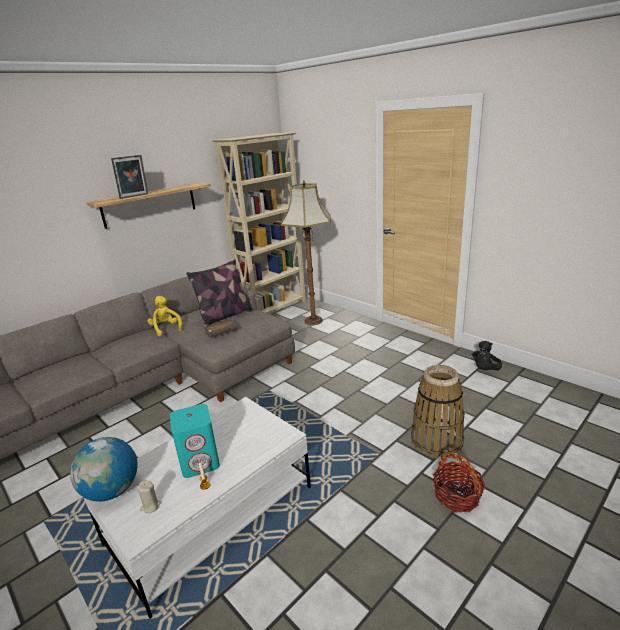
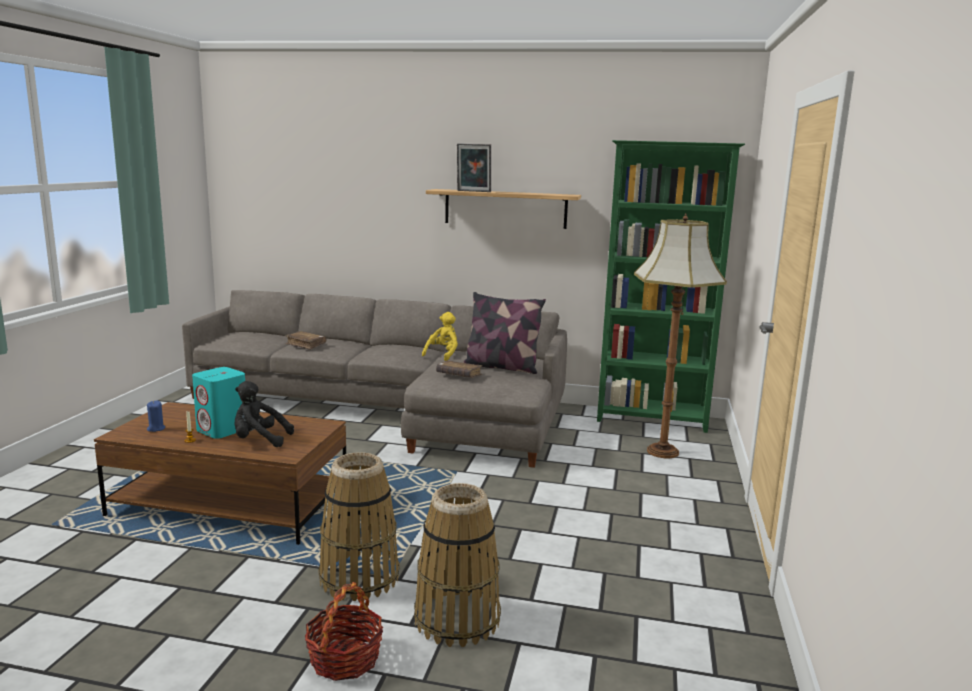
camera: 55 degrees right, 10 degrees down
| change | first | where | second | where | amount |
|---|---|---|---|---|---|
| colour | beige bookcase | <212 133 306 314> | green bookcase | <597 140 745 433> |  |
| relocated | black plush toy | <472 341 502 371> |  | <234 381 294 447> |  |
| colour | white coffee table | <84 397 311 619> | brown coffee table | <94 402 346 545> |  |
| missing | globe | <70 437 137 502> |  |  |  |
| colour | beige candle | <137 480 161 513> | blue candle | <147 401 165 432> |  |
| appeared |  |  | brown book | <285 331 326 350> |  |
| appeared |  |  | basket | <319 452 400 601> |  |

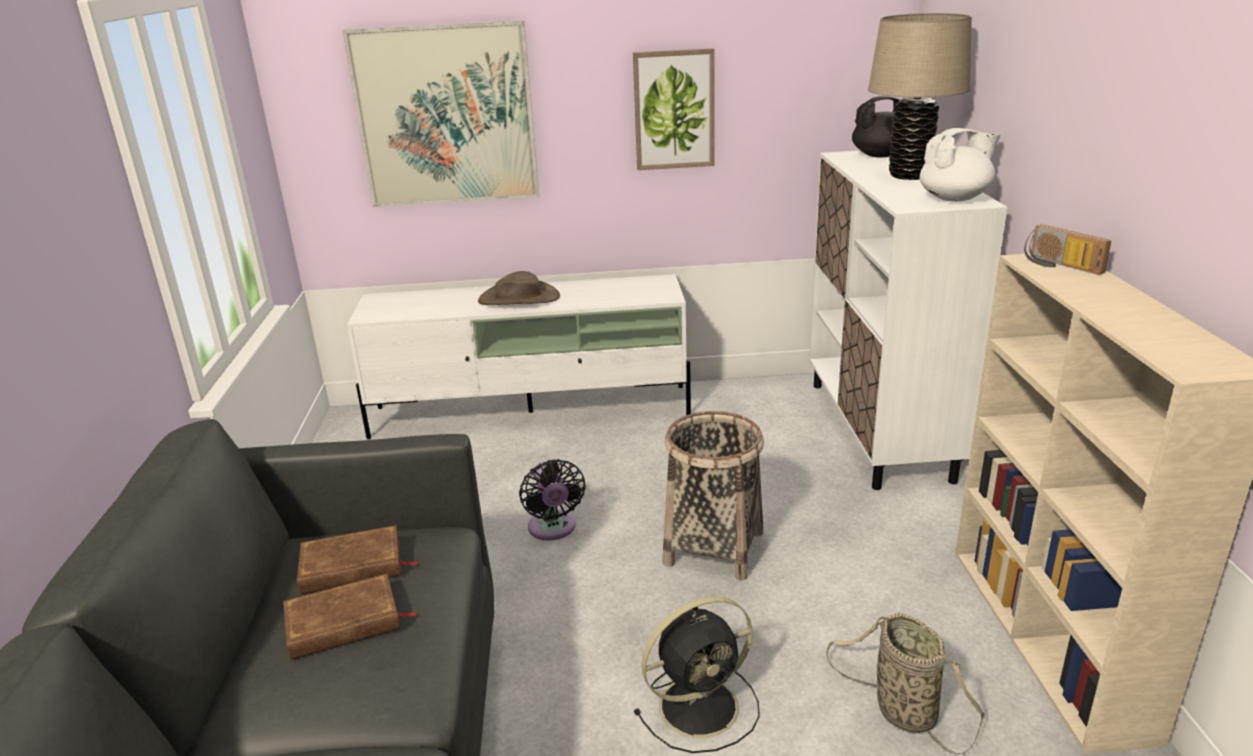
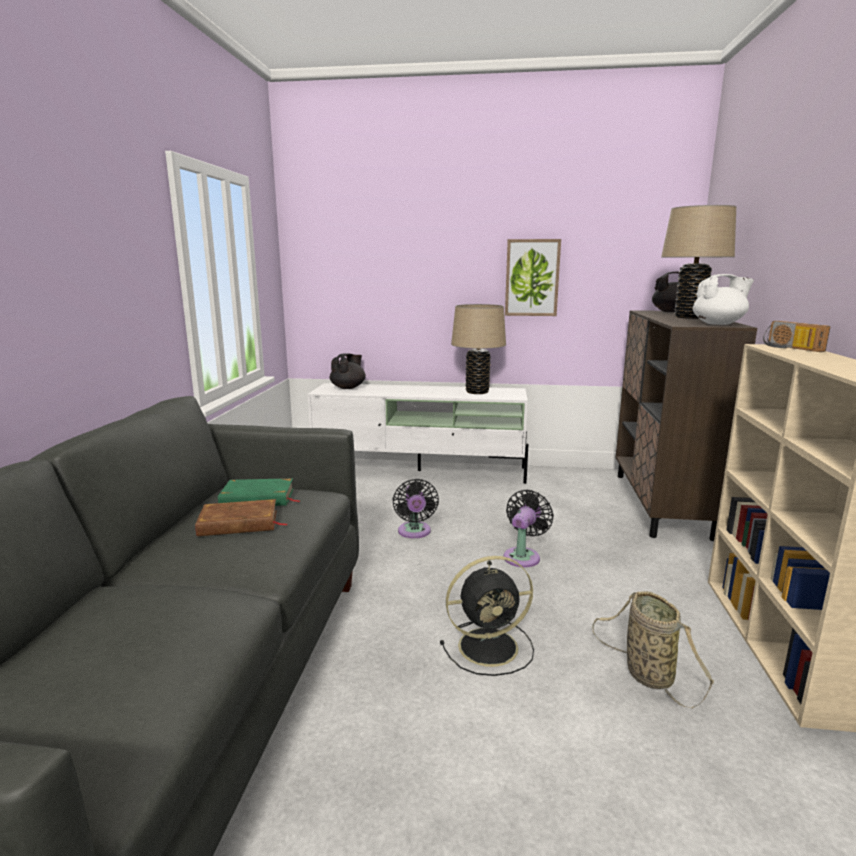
camera: 10 degrees right, 10 degrees down
| change | first | where | second | where | amount |
|---|---|---|---|---|---|
| missing | picture | <342 20 539 207> |  |  |  |
| colour | white cabinet | <809 151 1008 490> | brown cabinet | <616 310 757 541> |  |
| missing | brown hat | <478 271 560 305> |  |  |  |
| exchanged | basket | <663 411 764 580> | black fan | <504 490 554 567> |  |
| colour | brown book | <297 525 418 595> | green book | <218 478 300 506> |  |
| appeared |  |  | beige table lamp | <451 304 506 394> |  |
| appeared |  |  | black teapot | <330 353 366 389> |  |

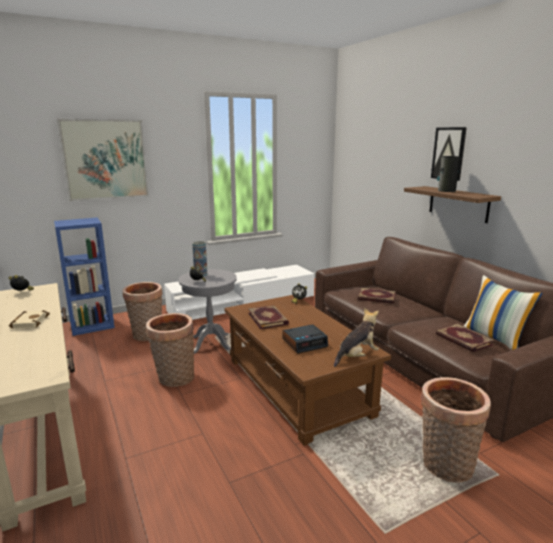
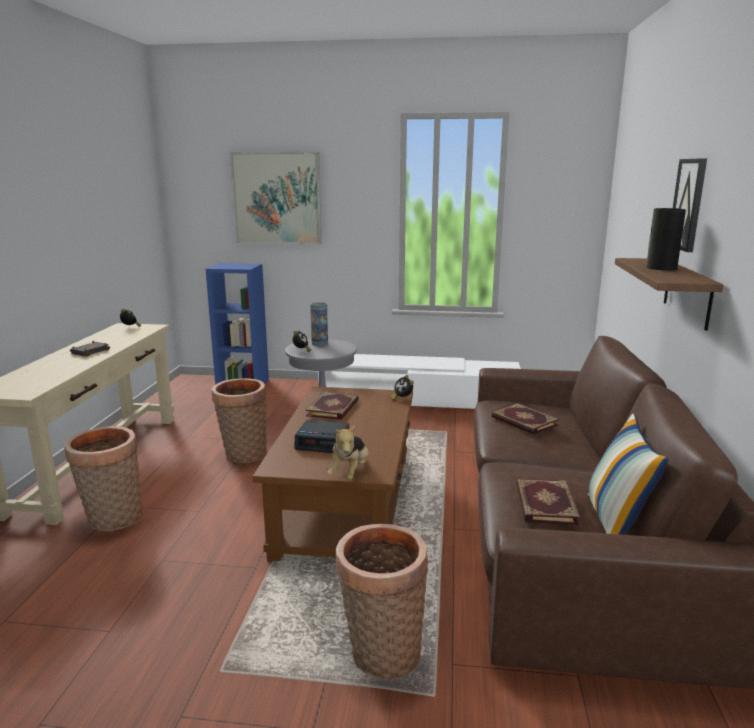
camera: 35 degrees right, 0 degrees up
| change | first | where | second | where | amount |
|---|---|---|---|---|---|
| relocated | basket | <122 282 162 341> |  | <64 426 142 531> |  |
| spun | plush toy | <334 308 379 367> |  | <327 425 369 480> | 105 degrees clockwise |
| colour | beige book | <9 310 50 329> | black book | <70 341 110 357> |  |

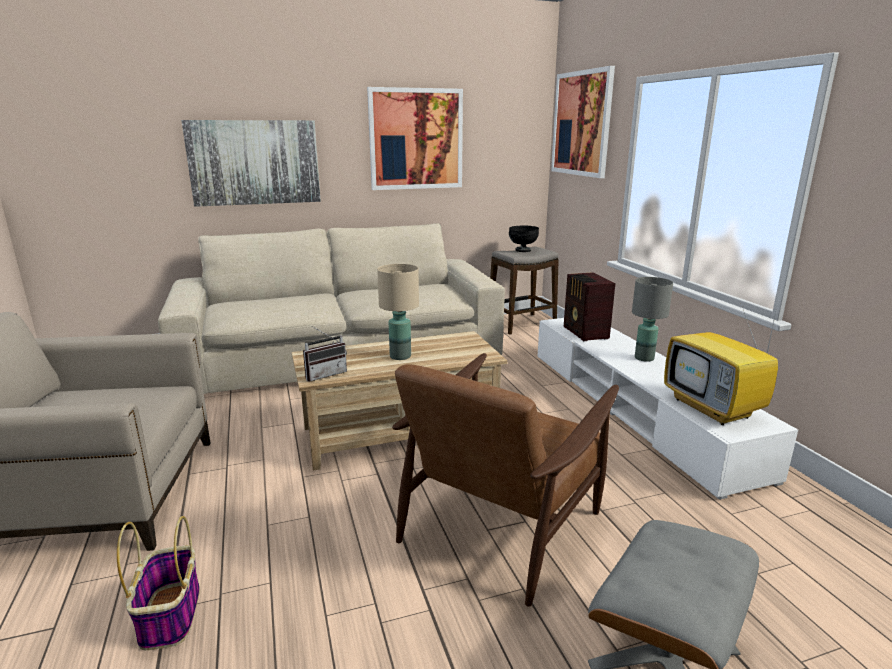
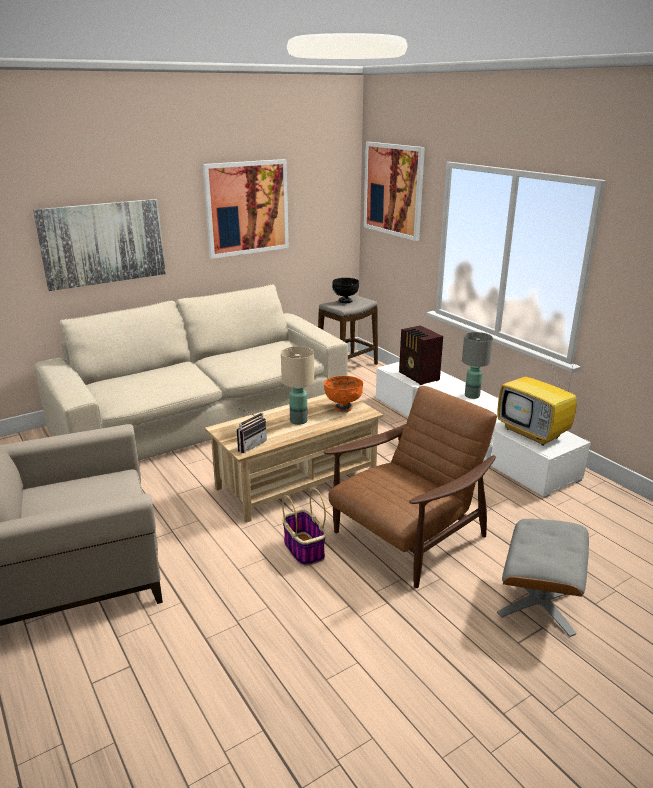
camera: 15 degrees left, 5 degrees up
| change | first | where | second | where | amount |
|---|---|---|---|---|---|
| spun | brown armchair | <392 353 619 607> |  | <323 386 497 588> | 150 degrees counterclockwise |
| relocated | basket | <117 516 200 650> |  | <282 488 326 566> |  |
| appeared |  |  | orange bowl | <324 376 363 412> |  |

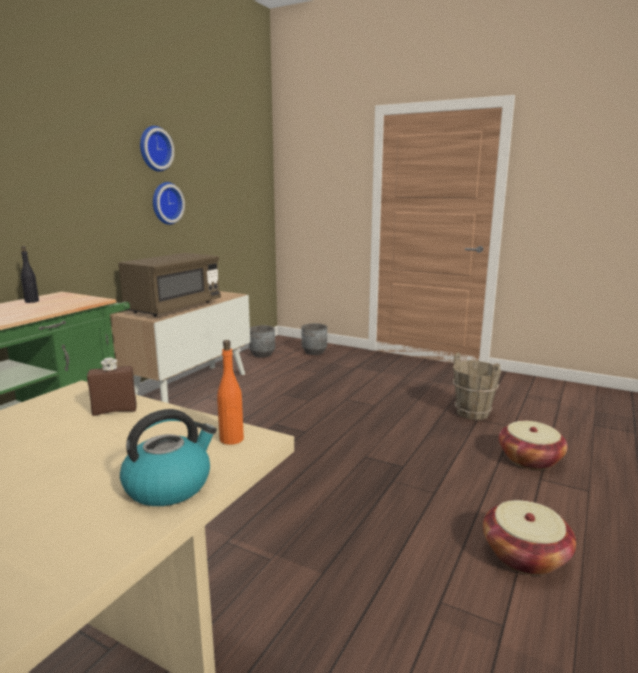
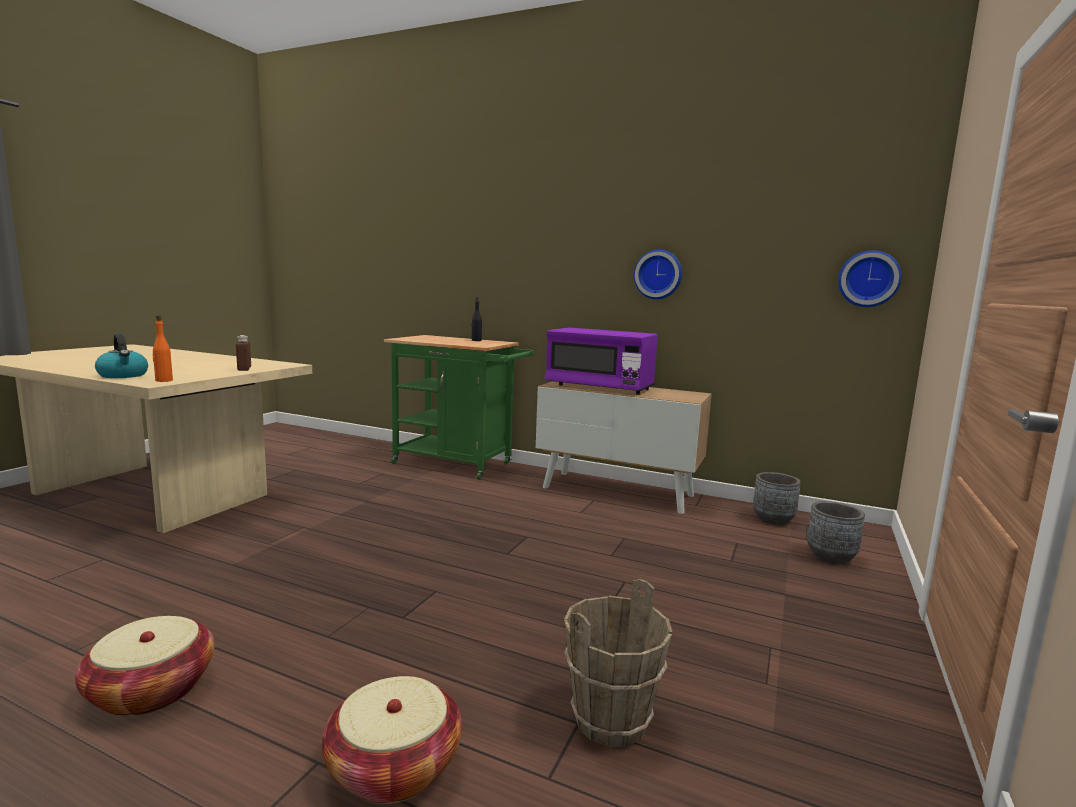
camera: 85 degrees right, 5 degrees down
| change | first | where | second | where | amount |
|---|---|---|---|---|---|
| relocated | wall clock | <140 126 174 172> |  | <838 250 902 307> |  |
| colour | brown microwave | <118 253 221 317> | purple microwave | <545 328 658 394> |  |

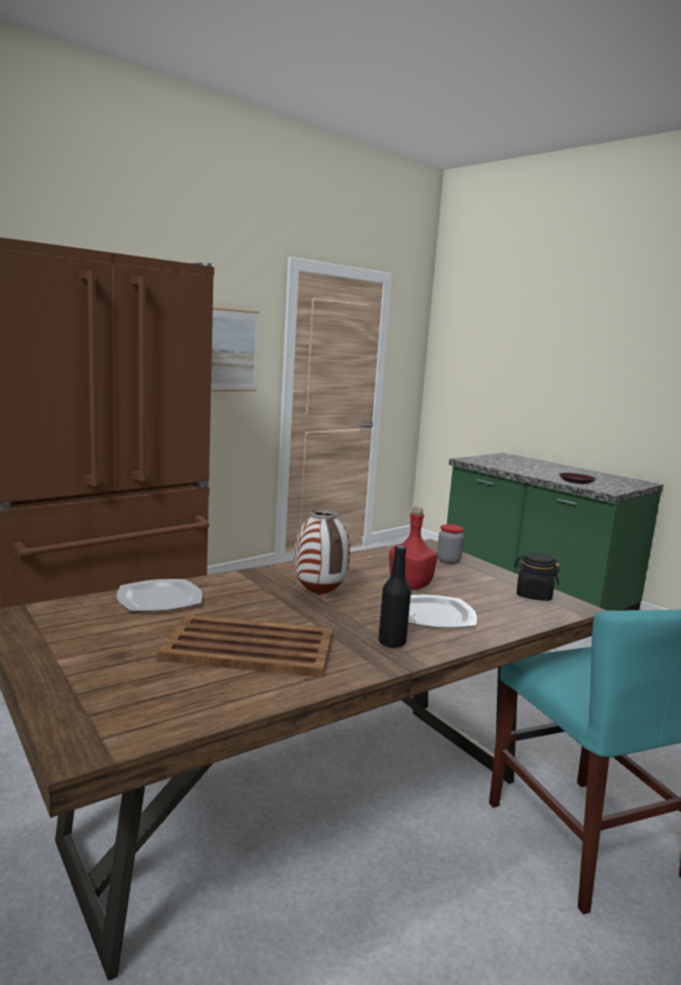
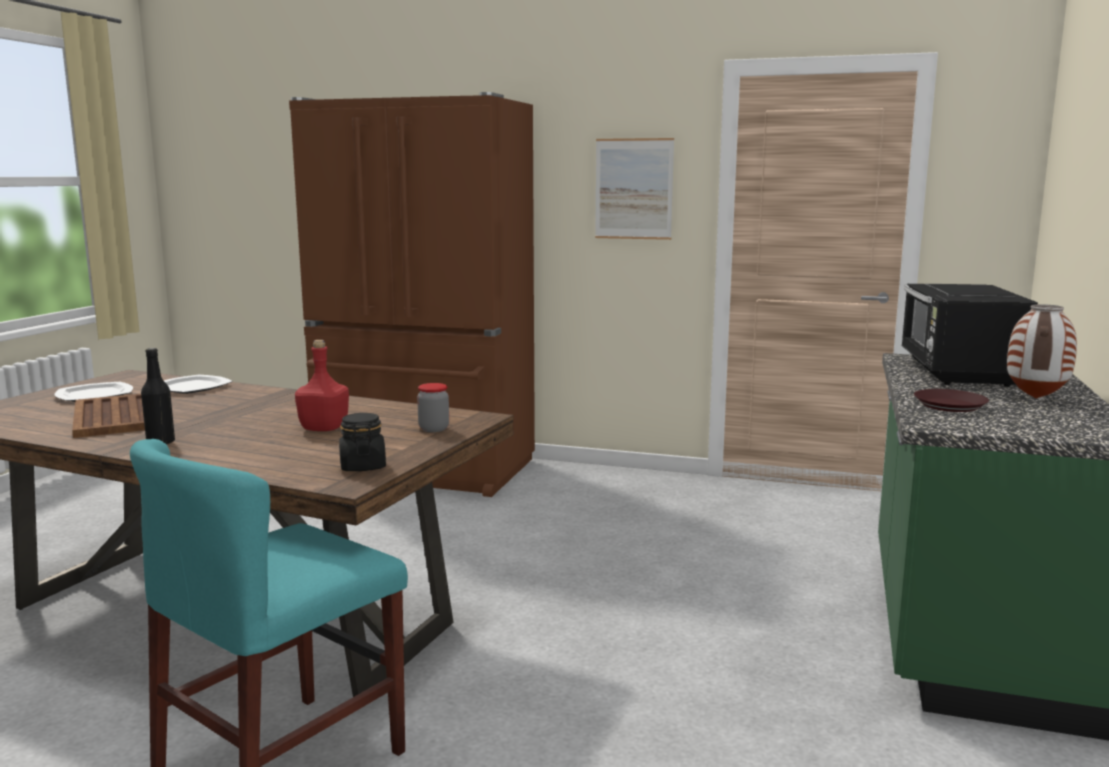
camera: 60 degrees right, 0 degrees up
| change | first | where | second | where | amount |
|---|---|---|---|---|---|
| relocated | vase | <294 509 350 595> |  | <1007 304 1077 399> |  |
| relocated | plate | <408 595 477 628> |  | <55 382 133 402> |  |
| appeared |  |  | black microwave | <901 284 1038 387> |  |

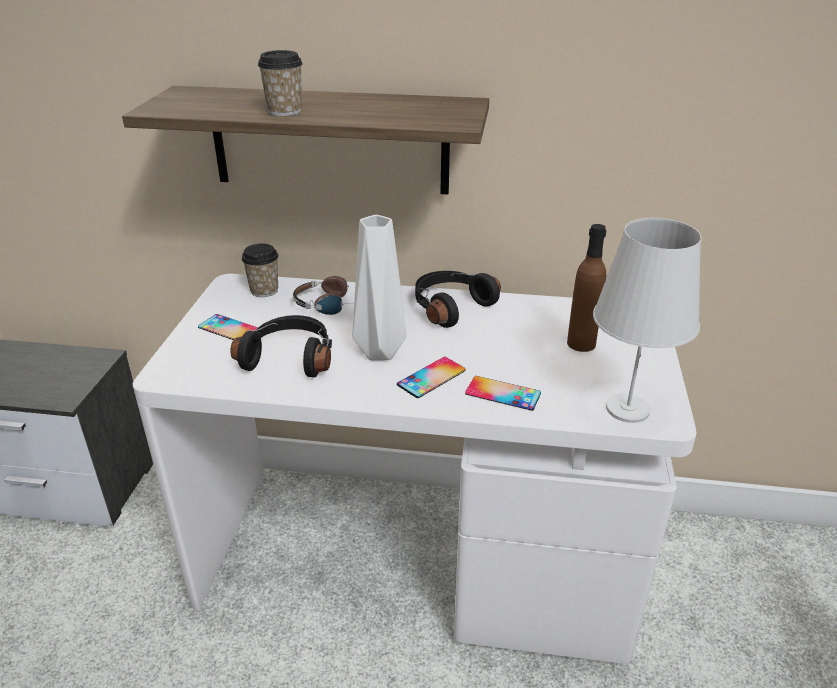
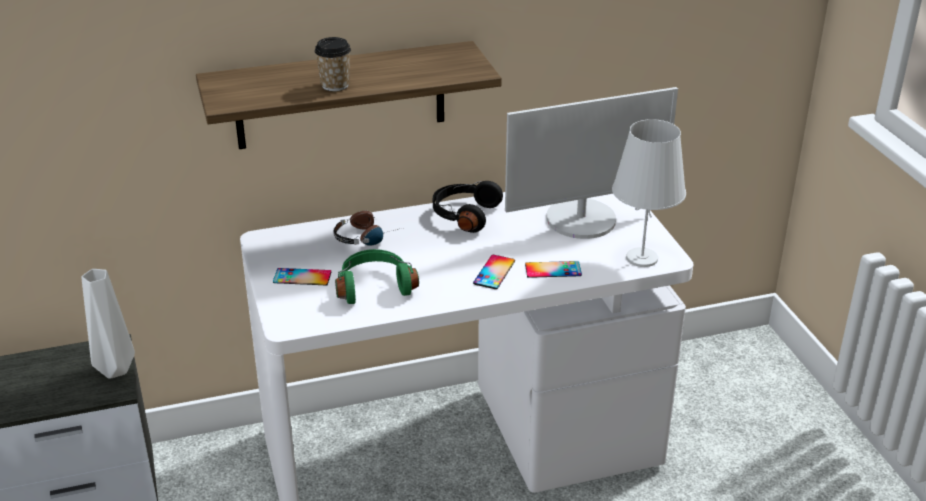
camera: 25 degrees left, 0 degrees up
| change | first | where | second | where | amount |
|---|---|---|---|---|---|
| relocated | white vase | <353 215 406 361> |  | <82 269 135 379> |  |
| exchanged | brown bottle | <567 224 606 352> | monitor | <505 87 678 239> |  |
| missing | cup | <242 244 279 297> |  |  |  |
| colour | black headphones | <230 315 332 378> | green headphones | <335 249 419 304> |  |

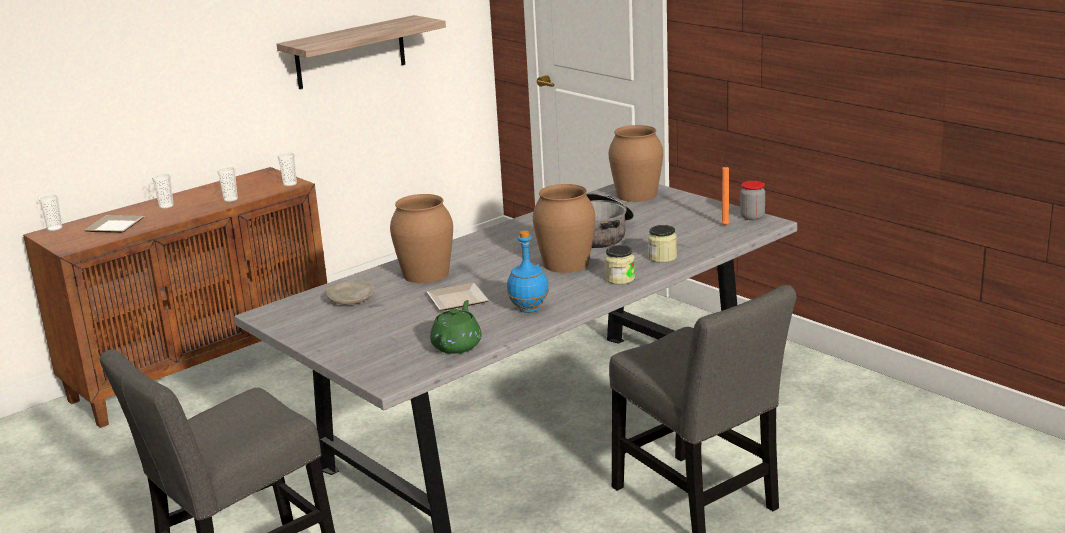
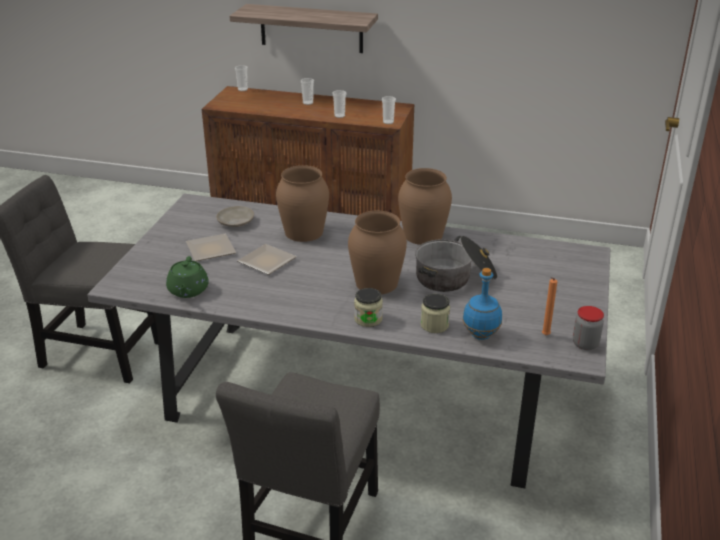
camera: 55 degrees right, 10 degrees up
| change | first | where | second | where | amount |
|---|---|---|---|---|---|
| relocated | shelf | <277 15 446 89> |  | <230 4 378 53> |  |
| relocated | brown vase | <608 125 663 202> |  | <398 168 452 245> |  |
| relocated | plate | <84 215 145 233> |  | <186 234 236 261> |  |
| relocated | blue bottle | <507 230 549 313> |  | <463 268 502 340> |  |
| spun | green teapot | <430 300 482 354> |  | <166 256 209 298> | 105 degrees clockwise |

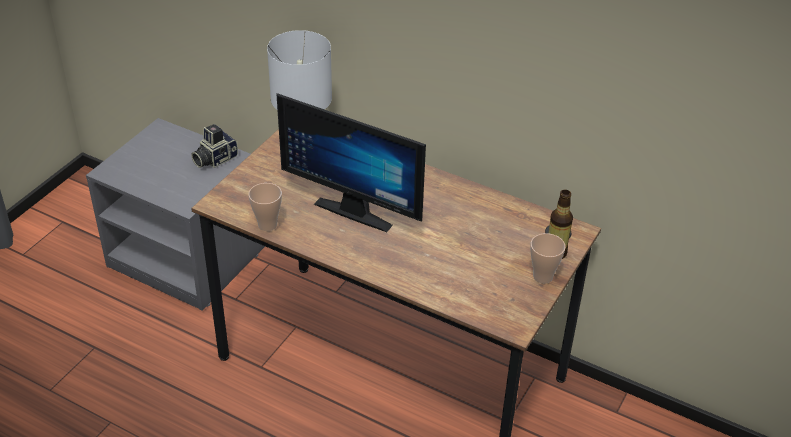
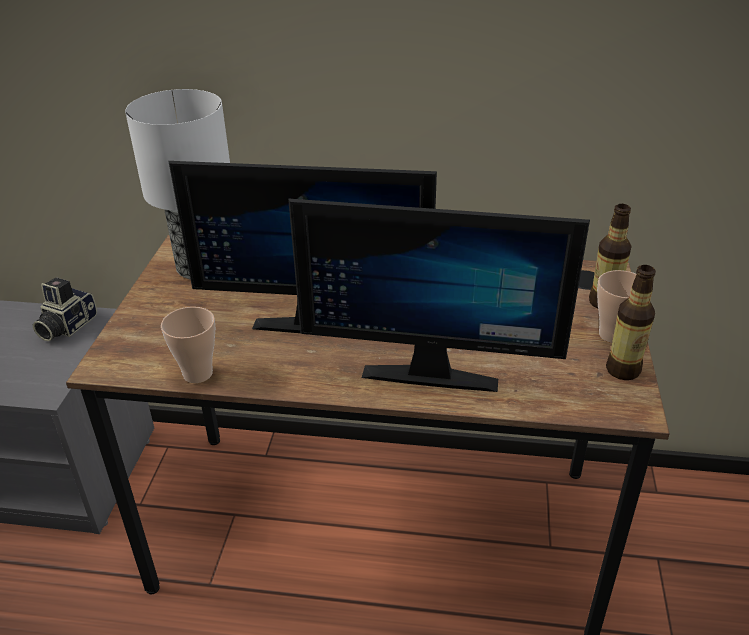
camera: 20 degrees left, 5 degrees down
| change | first | where | second | where | amount |
|---|---|---|---|---|---|
| appeared |  |  | monitor | <288 198 590 392> |  |
| appeared |  |  | bottle | <606 265 656 380> |  |

